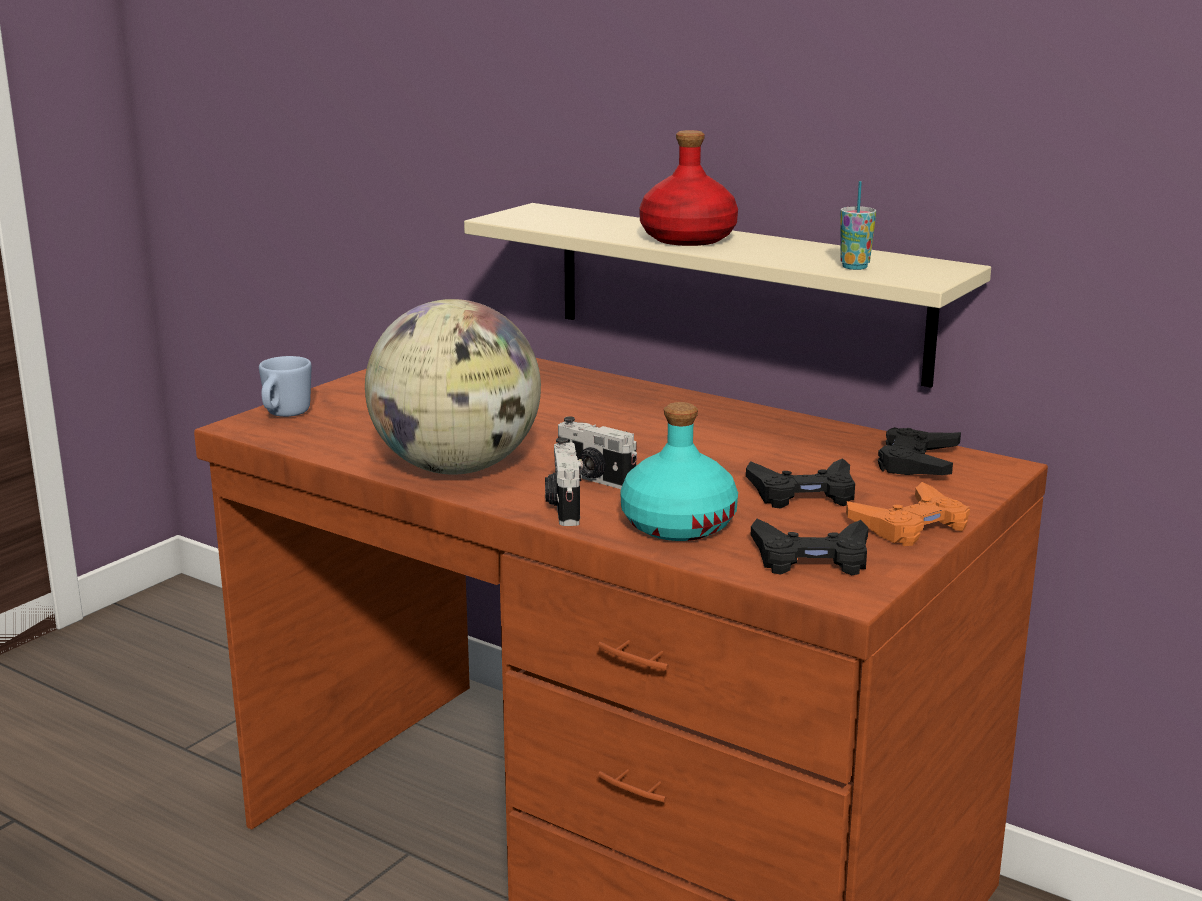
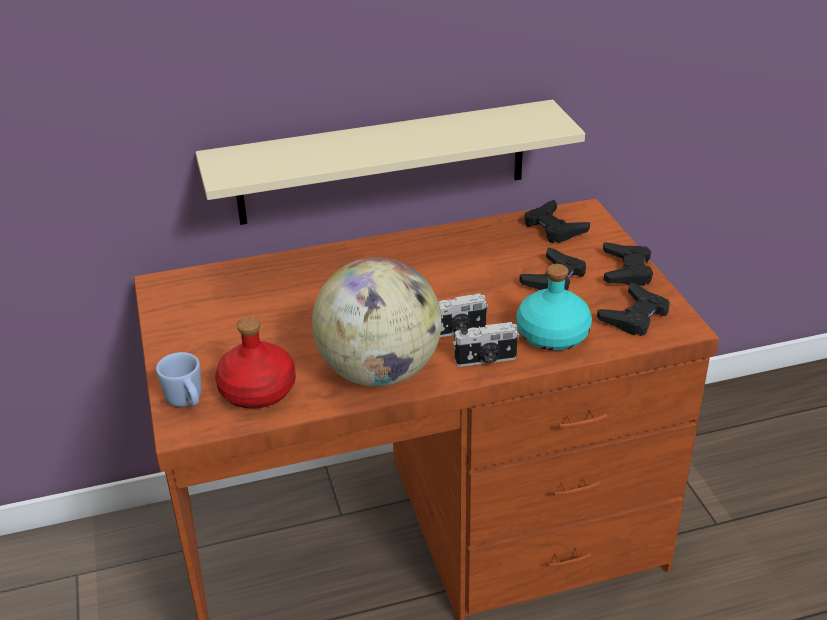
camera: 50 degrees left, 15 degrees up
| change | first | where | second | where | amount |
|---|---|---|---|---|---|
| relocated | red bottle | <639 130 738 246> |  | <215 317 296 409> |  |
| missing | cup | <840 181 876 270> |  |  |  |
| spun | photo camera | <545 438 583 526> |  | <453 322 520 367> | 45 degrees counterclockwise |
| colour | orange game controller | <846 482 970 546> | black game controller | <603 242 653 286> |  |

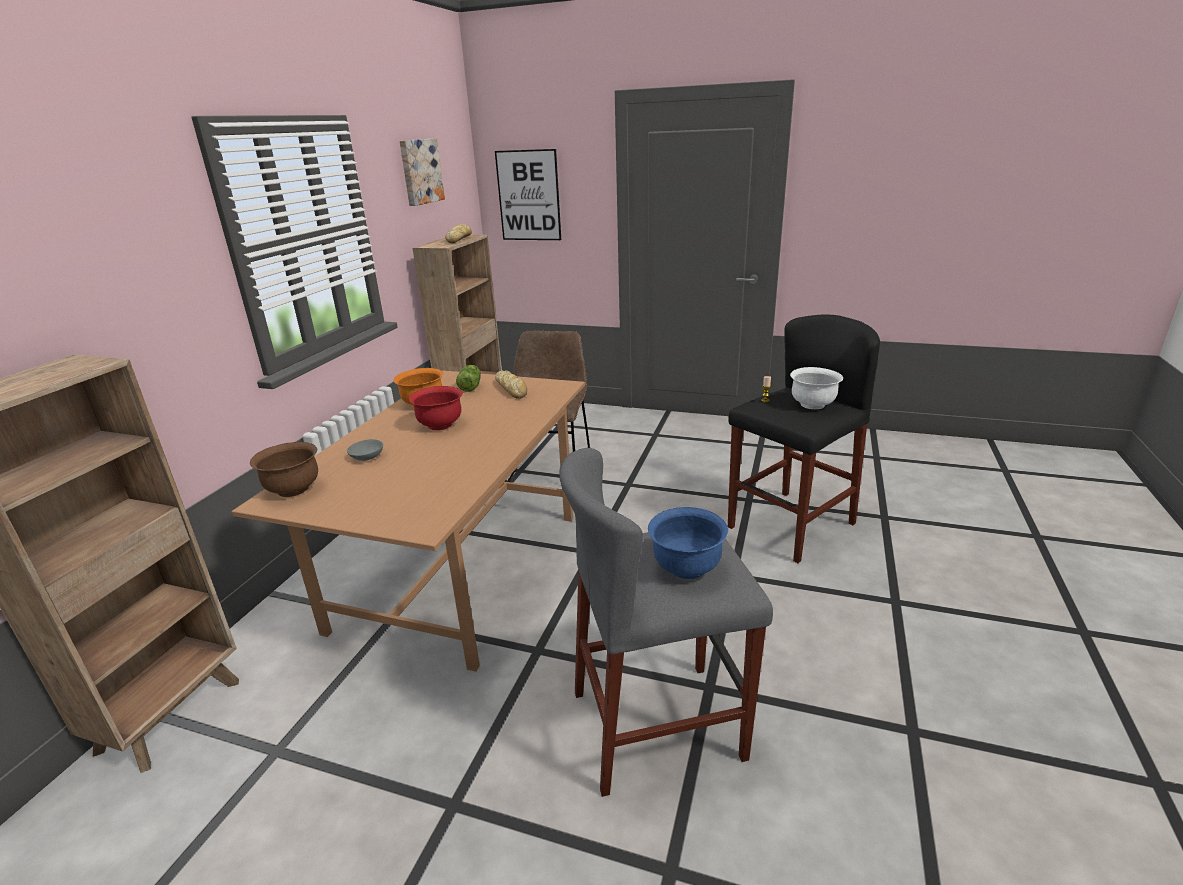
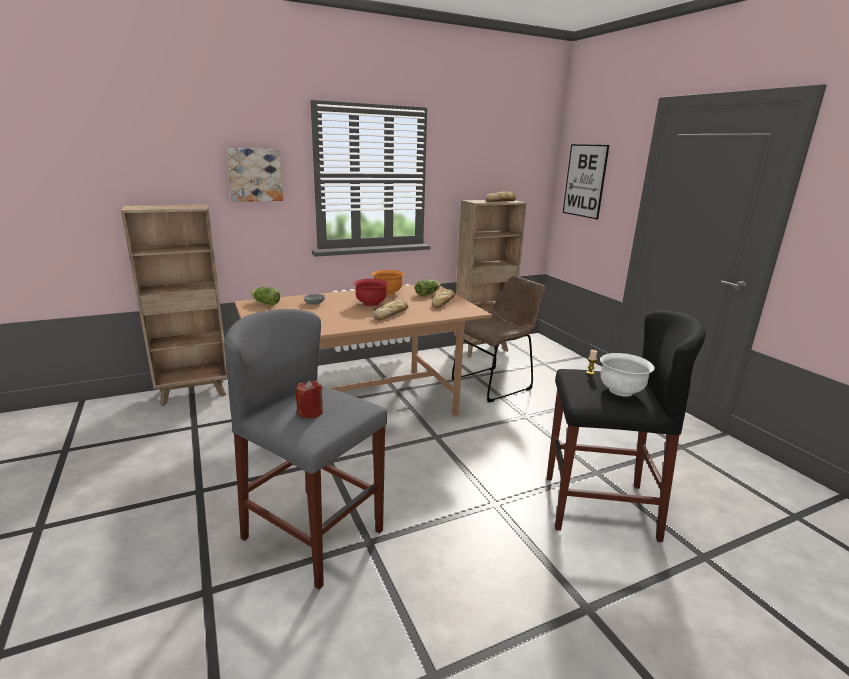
camera: 45 degrees right, 5 degrees down
| change | first | where | second | where | amount |
|---|---|---|---|---|---|
| relocated | picture | <399 138 445 206> |  | <226 148 283 202> |  |
| exchanged | brown bowl | <250 442 318 497> | lettuce | <251 287 280 305> |  |
| exchanged | blue bowl | <648 507 728 579> | red candle | <296 380 323 418> |  |
| appeared |  |  | bread | <374 299 408 320> |  |

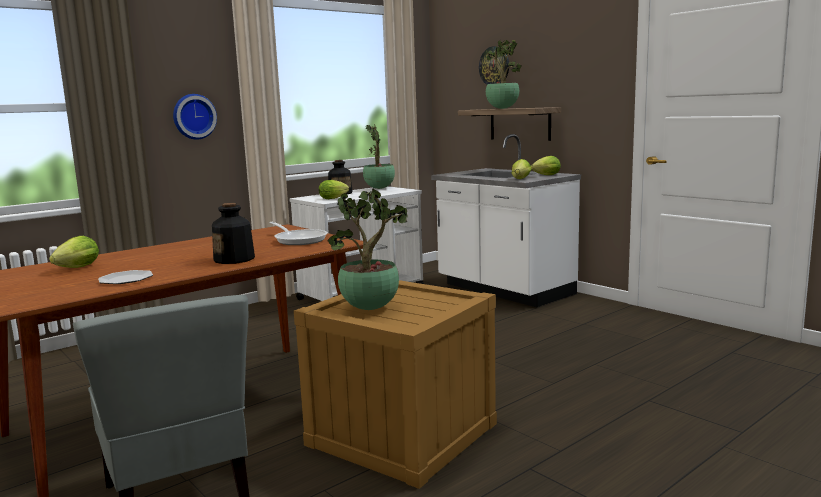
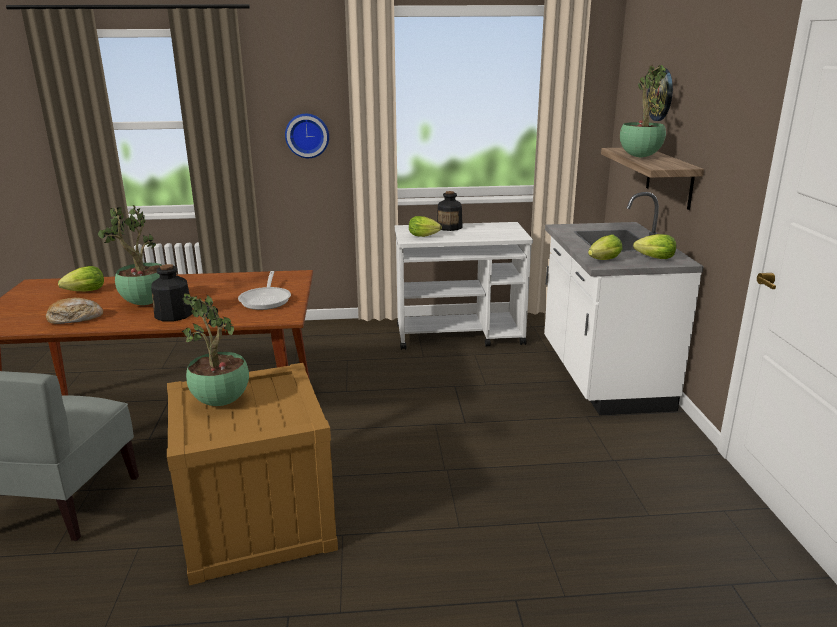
camera: 35 degrees right, 10 degrees up
| change | first | where | second | where | amount |
|---|---|---|---|---|---|
| relocated | potted plant | <363 124 395 189> |  | <97 205 162 305> |  |
| exchanged | plate | <98 270 153 284> | bread | <46 298 103 324> |  |

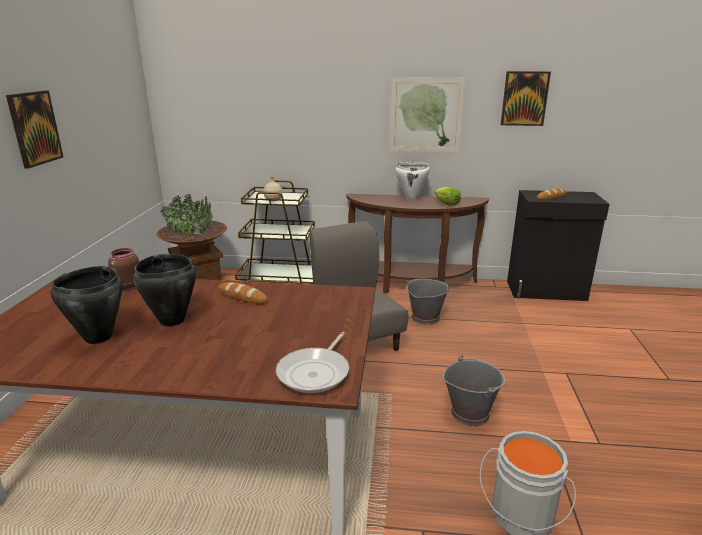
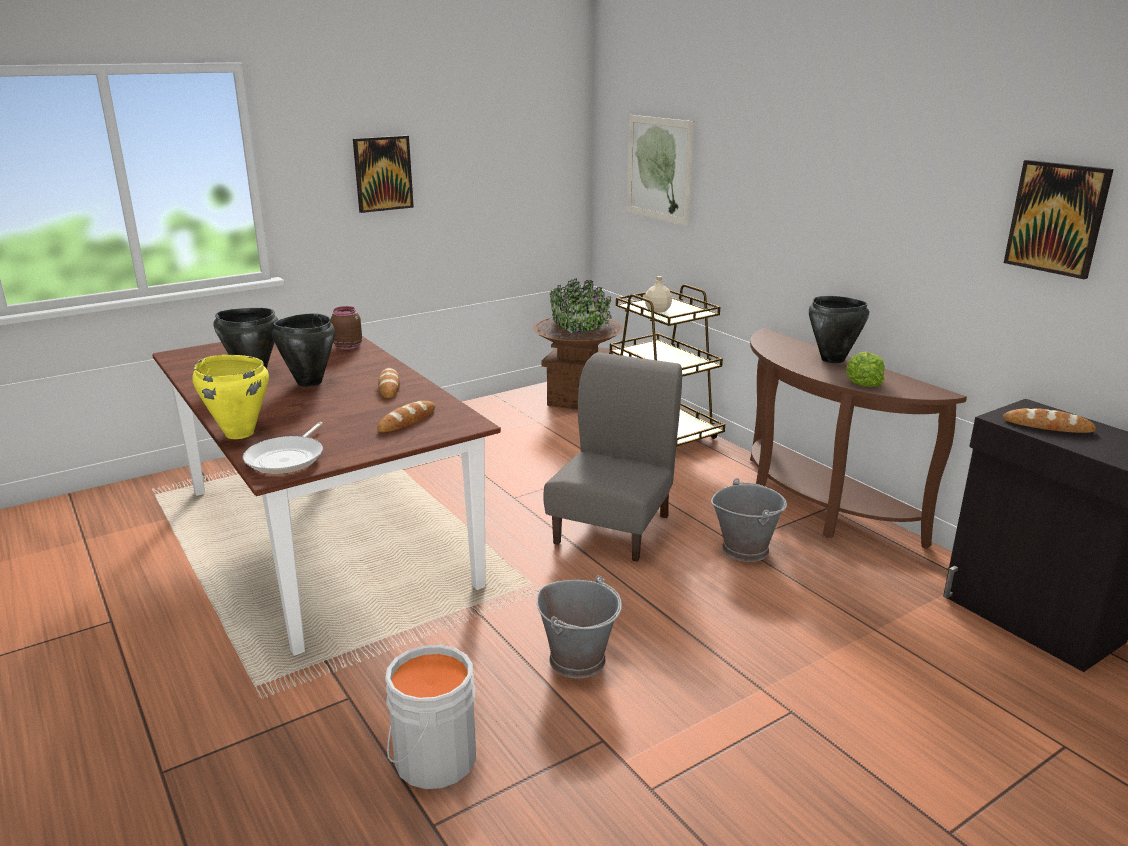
camera: 50 degrees right, 0 degrees up
| change | first | where | second | where | amount |
|---|---|---|---|---|---|
| relocated | picture | <389 77 466 153> |  | <627 115 695 226> |  |
| colour | white cooking pot | <395 162 430 200> | black cooking pot | <809 296 869 363> |  |
| spun | frying pan | <276 332 349 393> |  | <243 422 323 474> | 60 degrees counterclockwise |
| appeared |  |  | yellow cooking pot | <192 355 269 439> |  |
| appeared |  |  | bread | <377 401 435 432> |  |

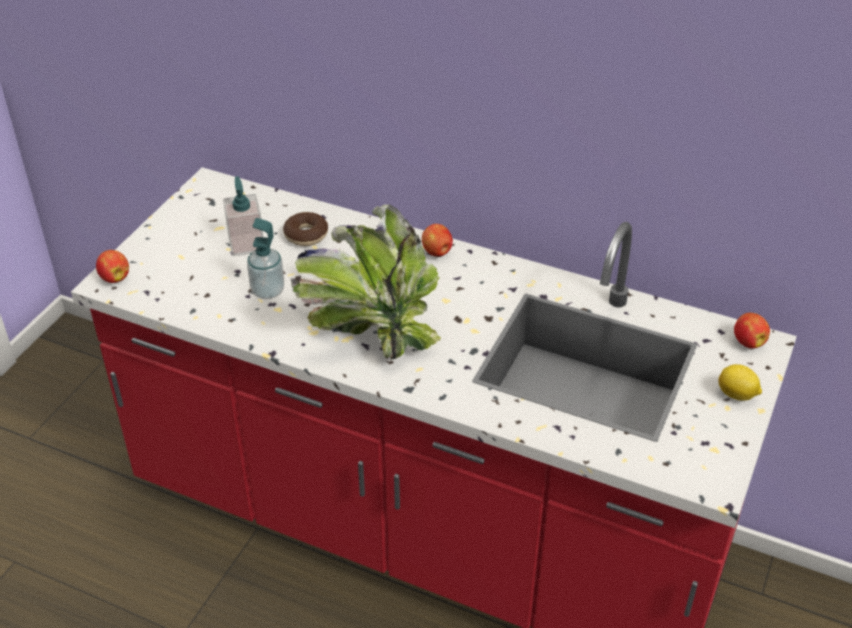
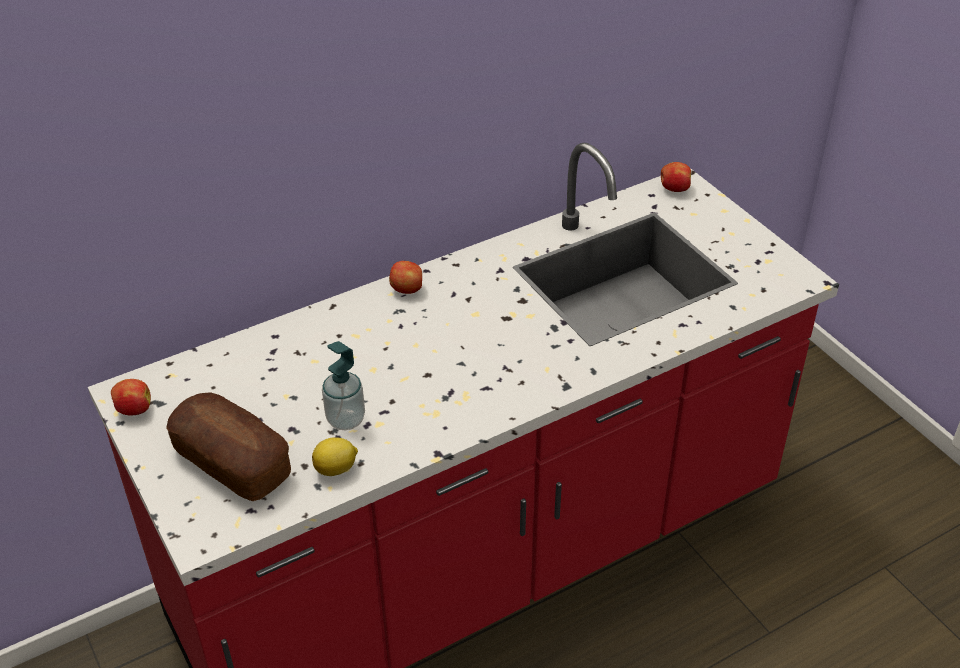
camera: 55 degrees left, 0 degrees up
| change | first | where | second | where | amount |
|---|---|---|---|---|---|
| missing | soap dispenser | <223 176 263 256> |  |  |  |
| missing | potted plant | <290 205 441 360> |  |  |  |
| missing | donut | <283 212 328 246> |  |  |  |
| relocated | apple | <96 250 129 283> |  | <111 379 151 416> |  |
| relocated | lemon | <718 364 762 401> |  | <312 437 358 476> |  |
| appeared |  |  | bread | <166 393 291 501> |  |

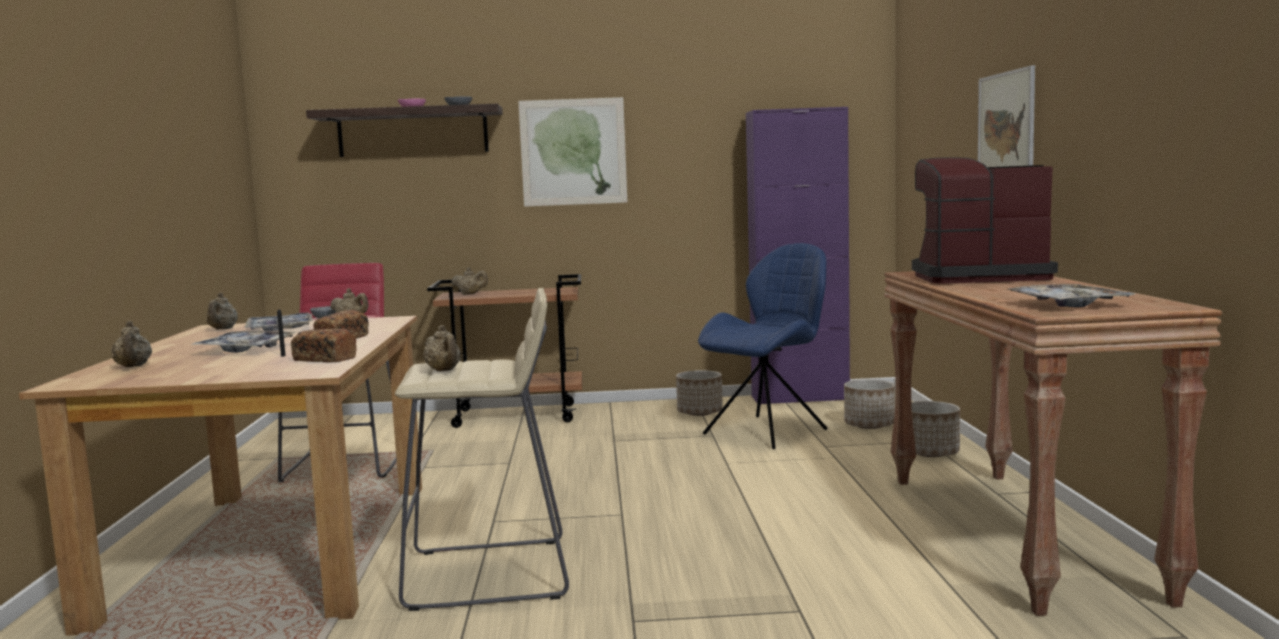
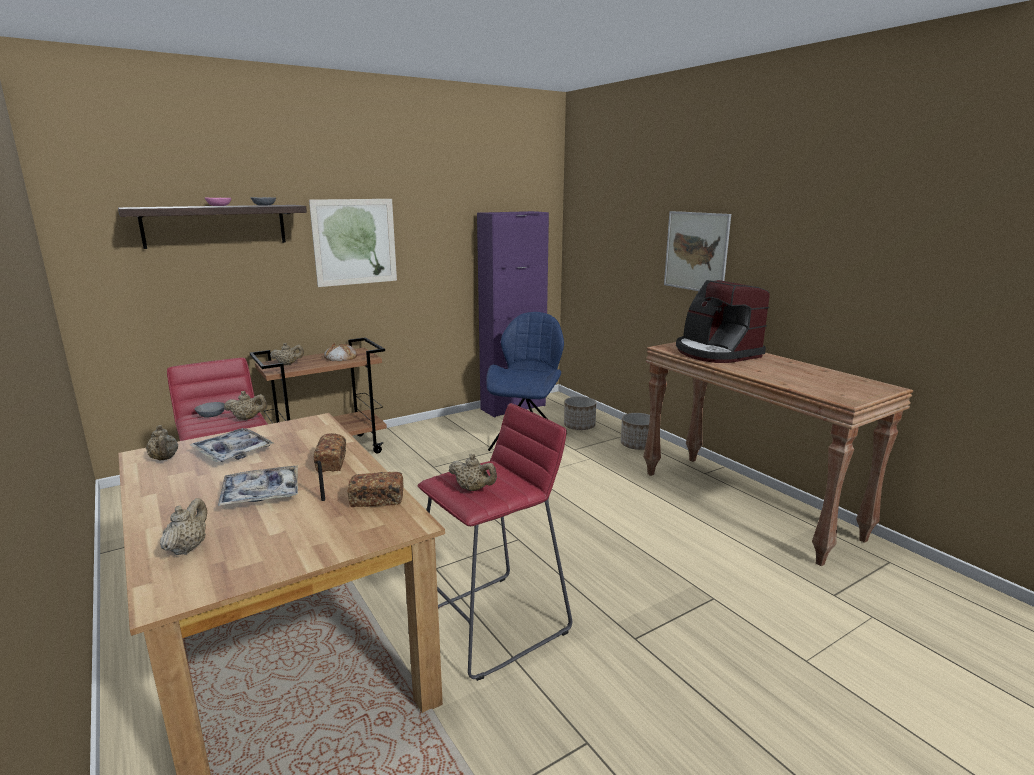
camera: 30 degrees left, 10 degrees up
| change | first | where | second | where | amount |
|---|---|---|---|---|---|
| spun | coffee machine | <912 157 1058 284> |  | <676 280 770 363> | 90 degrees counterclockwise |
| missing | tray | <1007 284 1136 307> |  |  |  |
| colour | beige stool | <395 288 569 611> | red stool | <417 403 572 681> |  |
| spun | beige teapot | <111 321 152 367> |  | <160 498 207 555> | 120 degrees counterclockwise |
| missing | planter | <676 370 723 416> |  |  |  |
| appeared |  |  | bread | <324 343 357 361> |  |

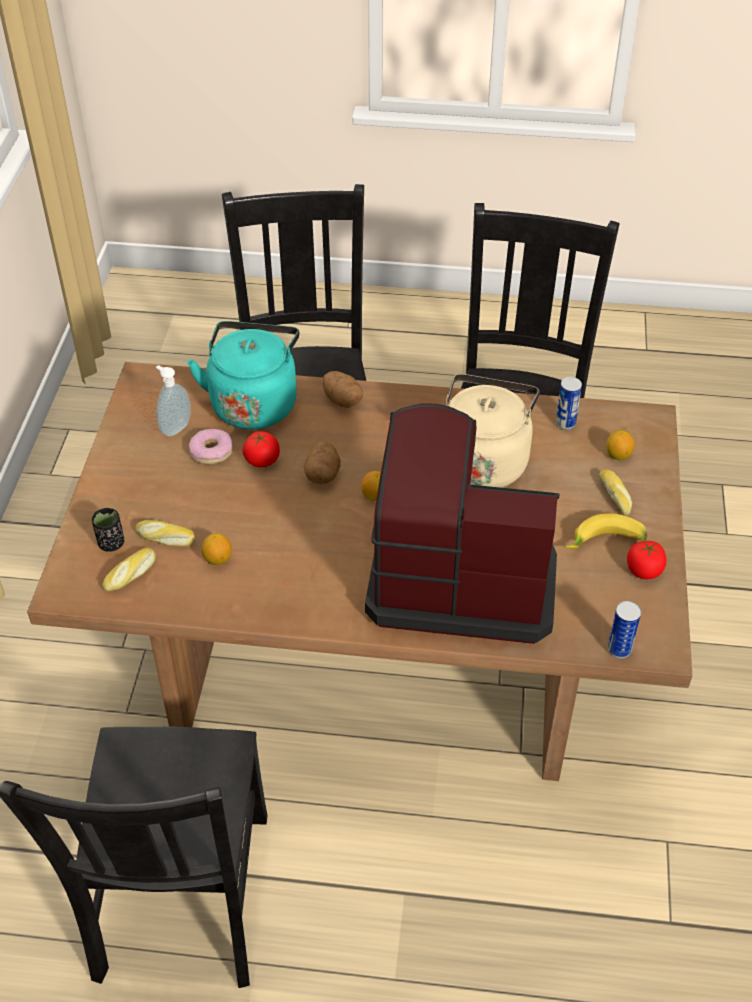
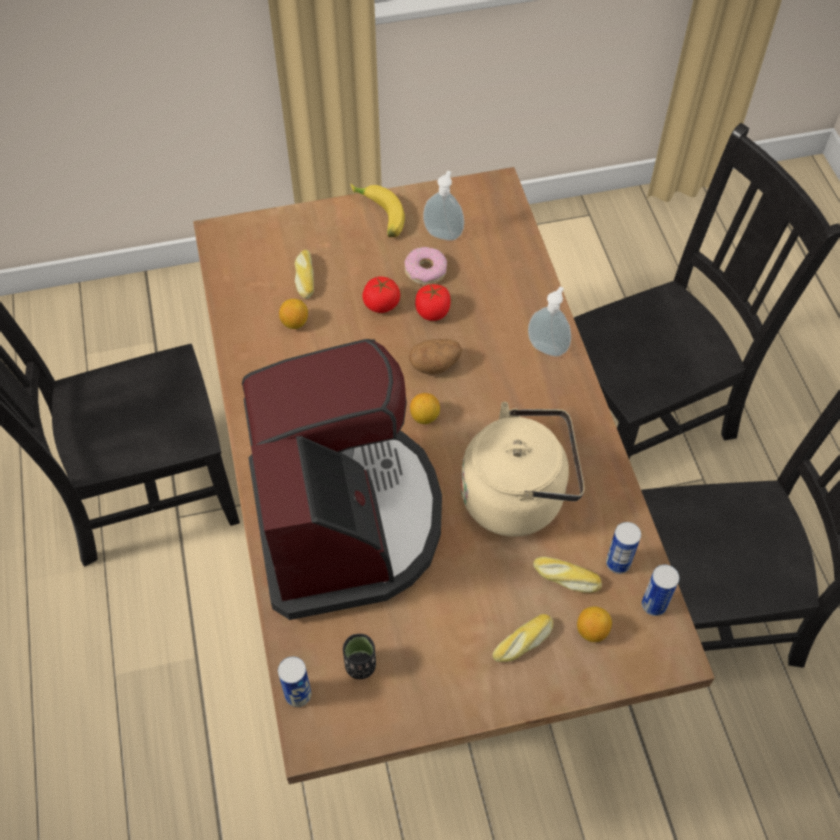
camera: 70 degrees right, 10 degrees up
| change | first | where | second | where | amount |
|---|---|---|---|---|---|
| missing | turquoise kettle | <187 321 300 429> |  |  |  |
| exchanged | potato | <323 371 363 408> | soap dispenser | <528 286 571 357> |  |
| relocated | black cup | <92 508 124 552> |  | <343 634 376 679> |  |
| relocated | banana | <565 513 647 549> |  | <350 183 405 237> |  |
| relocated | tomato | <627 541 666 579> |  | <362 276 400 313> |  |
| relocated | bread | <102 548 156 591> |  | <533 557 602 593> |  |
| appeared |  |  | can | <642 564 679 616> |  |

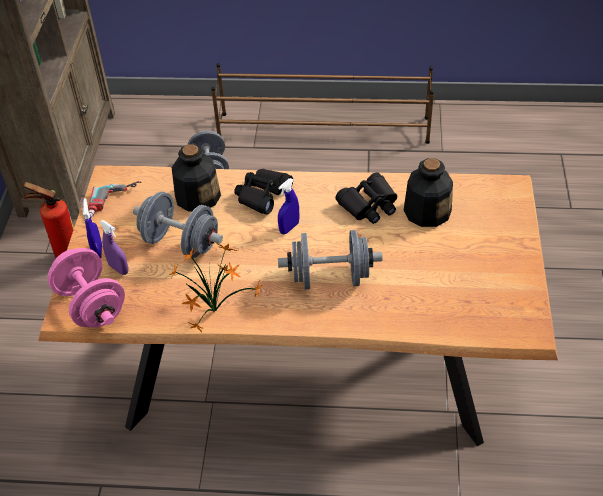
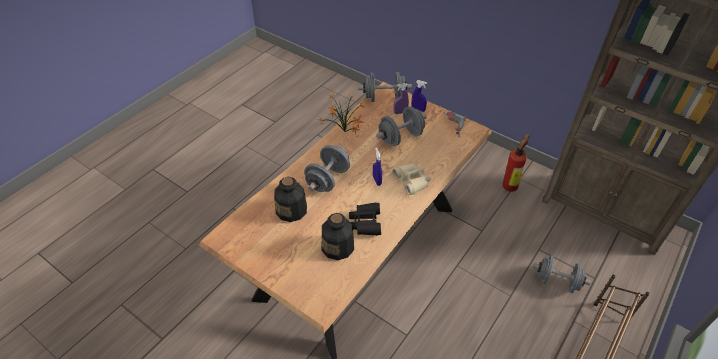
camera: 120 degrees right, 0 degrees up
| change | first | where | second | where | amount |
|---|---|---|---|---|---|
| relocated | bottle | <172 145 221 212> |  | <274 177 307 222> |  |
| colour | black binoculars | <234 169 293 215> | beige binoculars | <392 163 431 195> |  |
| colour | pink dumbbell | <47 248 125 327> | grey dumbbell | <358 72 412 102> |  |

